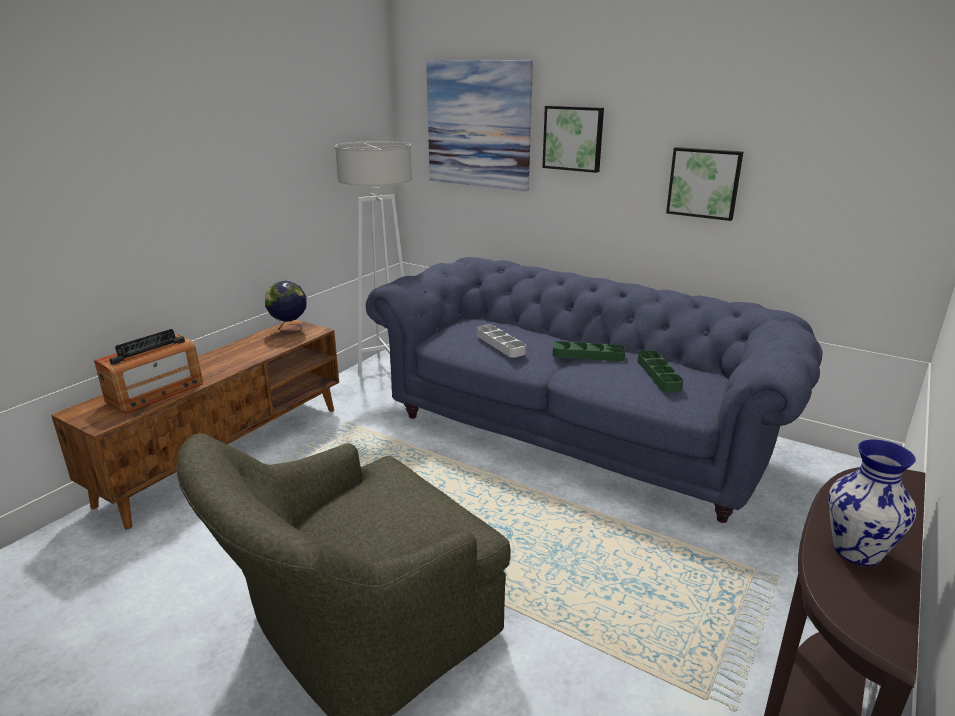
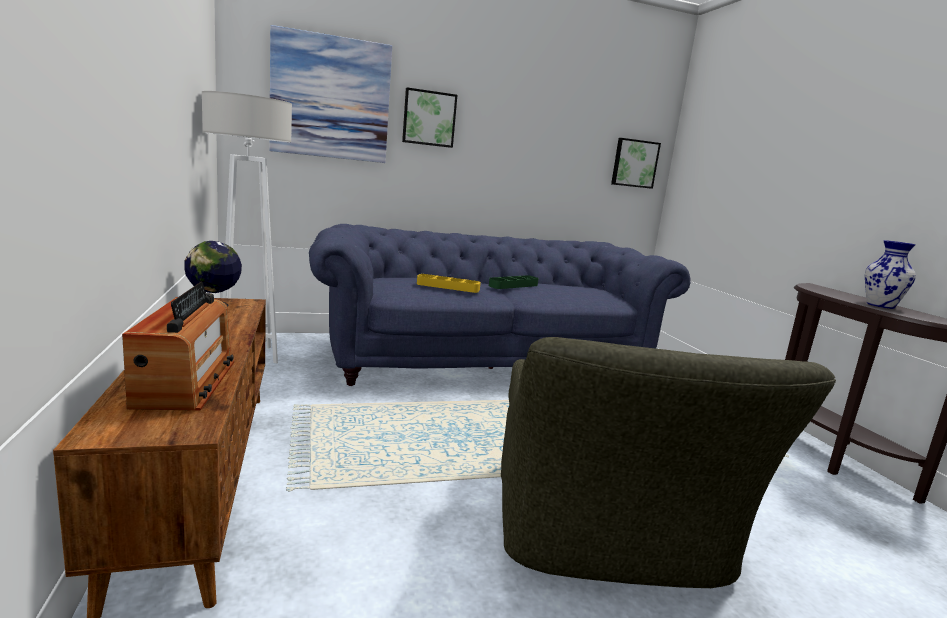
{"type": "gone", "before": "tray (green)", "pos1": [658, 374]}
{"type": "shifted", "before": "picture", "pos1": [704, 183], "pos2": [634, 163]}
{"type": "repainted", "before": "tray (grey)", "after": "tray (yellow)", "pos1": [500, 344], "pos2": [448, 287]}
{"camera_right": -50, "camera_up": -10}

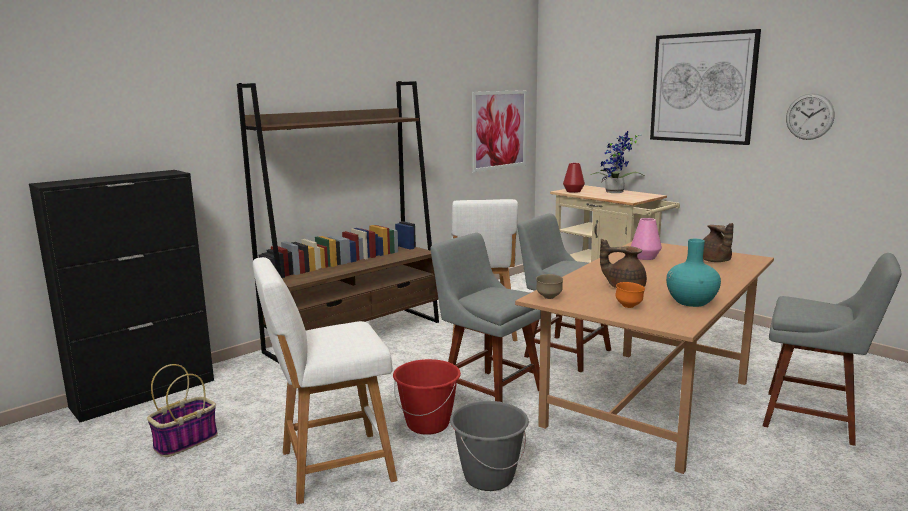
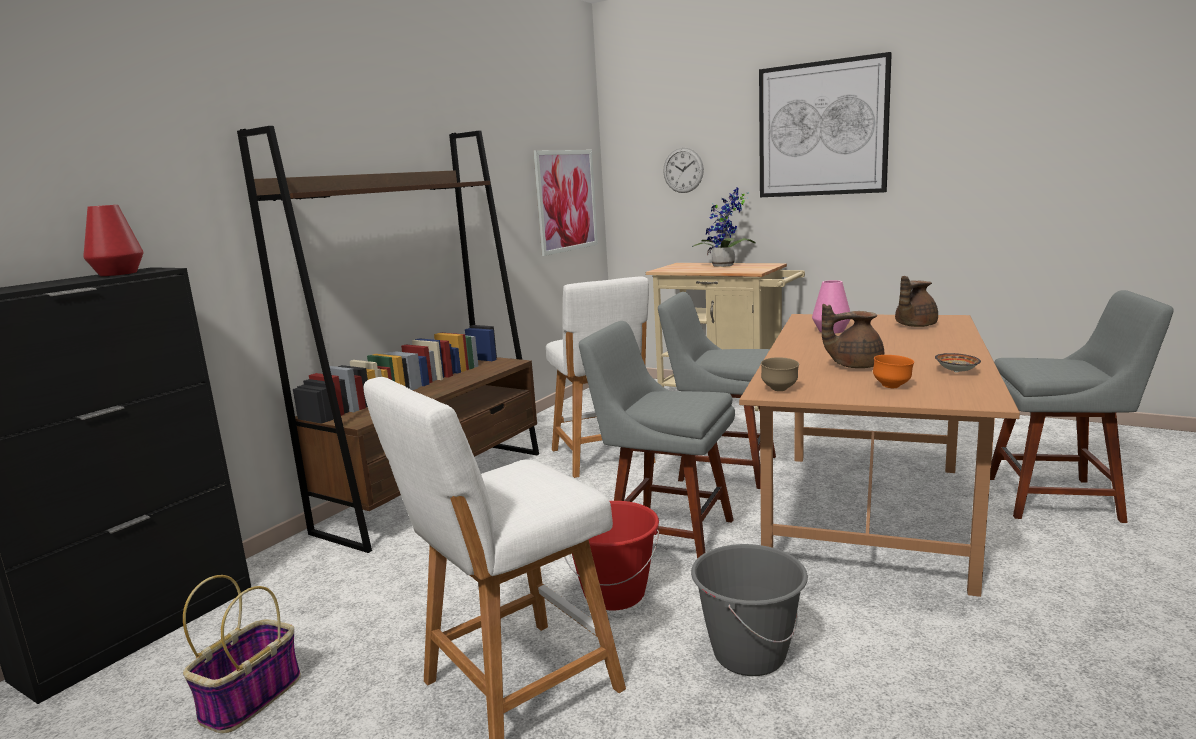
{"type": "shifted", "before": "vase (red)", "pos1": [573, 191], "pos2": [118, 274]}
{"type": "shifted", "before": "wall clock", "pos1": [809, 116], "pos2": [683, 170]}
{"type": "swapped", "before": "vase (turquoise)", "after": "bowl", "pos1": [691, 302], "pos2": [956, 372]}
{"type": "rotated", "before": "teapot (brown)", "pos1": [714, 261], "pos2": [914, 325], "turn": 75}
{"camera_right": -15, "camera_up": 0}

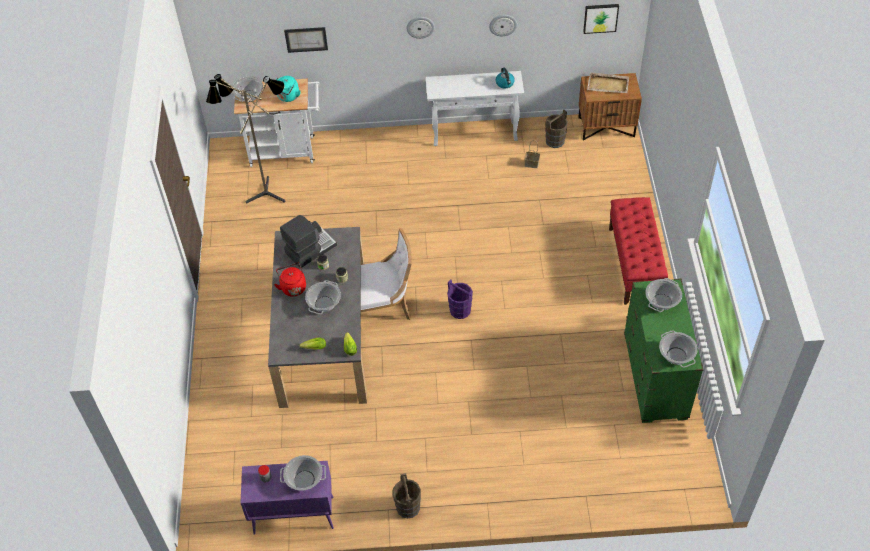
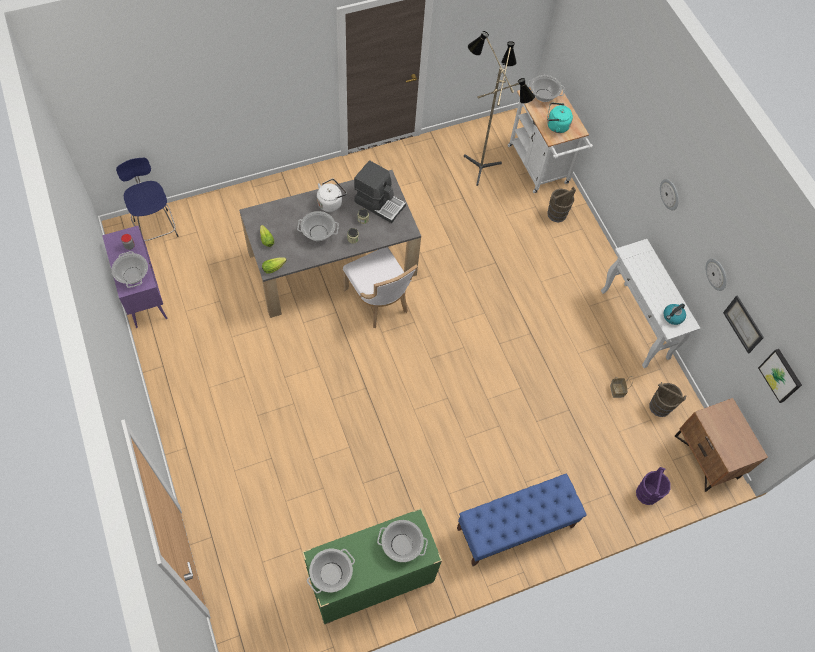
{"type": "gone", "before": "tray (beige)", "pos1": [608, 84]}
{"type": "new", "after": "stool (blue)", "pos2": [155, 227]}
{"type": "shifted", "before": "picture", "pos1": [306, 39], "pos2": [743, 324]}
{"type": "shifted", "before": "bucket (brown)", "pos1": [408, 507], "pos2": [556, 214]}
{"type": "shifted", "before": "bucket (purple)", "pos1": [460, 310], "pos2": [647, 494]}
{"type": "repainted", "before": "kettle (red)", "after": "kettle (white)", "pos1": [293, 287], "pos2": [331, 202]}
{"type": "repainted", "before": "bench (red)", "after": "bench (blue)", "pos1": [634, 264], "pos2": [514, 527]}
{"camera_right": 65, "camera_up": 10}

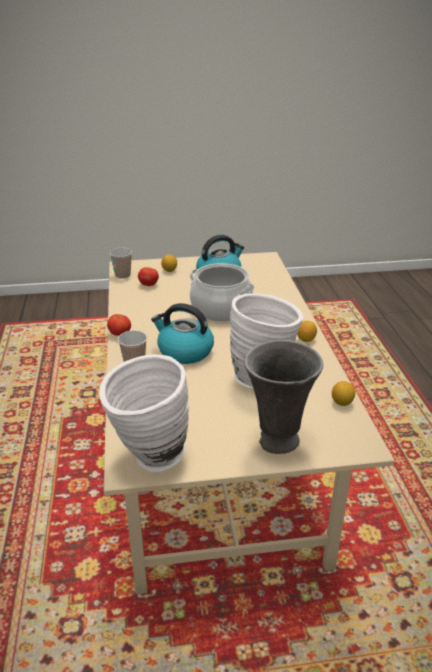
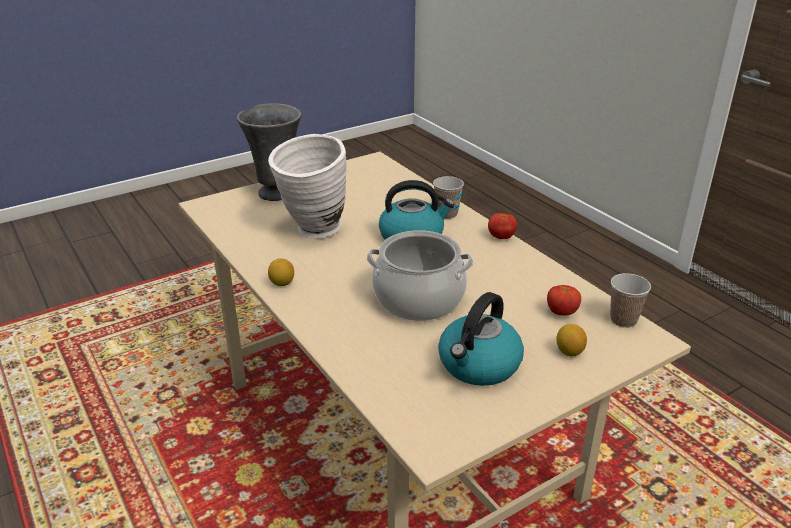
{"type": "gone", "before": "vase (white)", "pos1": [148, 459]}
{"type": "gone", "before": "lemon", "pos1": [342, 402]}
{"camera_right": 155, "camera_up": 0}

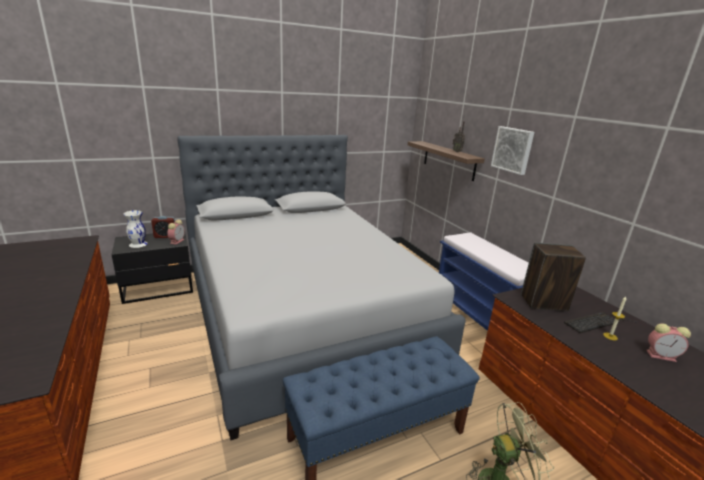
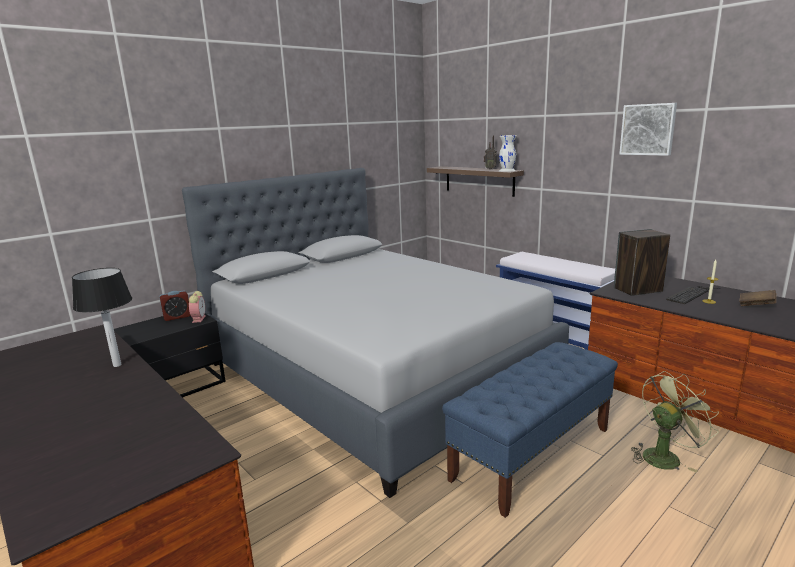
{"type": "new", "after": "table lamp", "pos2": [116, 365]}
{"type": "shifted", "before": "vase (white)", "pos1": [138, 244], "pos2": [507, 170]}
{"type": "shifted", "before": "picture", "pos1": [513, 150], "pos2": [648, 129]}
{"type": "swapped", "before": "alarm clock", "after": "book (brown)", "pos1": [662, 356], "pos2": [756, 305]}
{"camera_right": -15, "camera_up": -5}

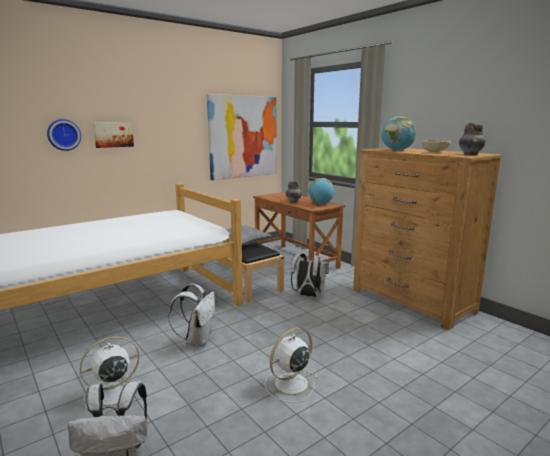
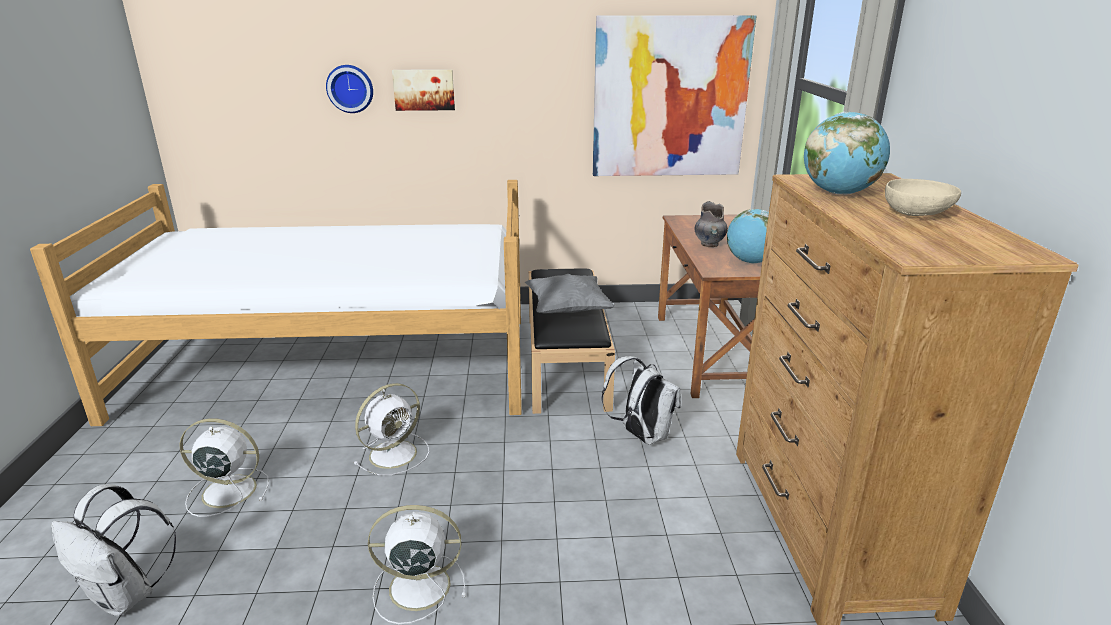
{"type": "gone", "before": "vase (grey)", "pos1": [470, 155]}
{"type": "swapped", "before": "backpack (white)", "after": "fan (white)", "pos1": [197, 340], "pos2": [395, 453]}
{"camera_right": 35, "camera_up": 10}

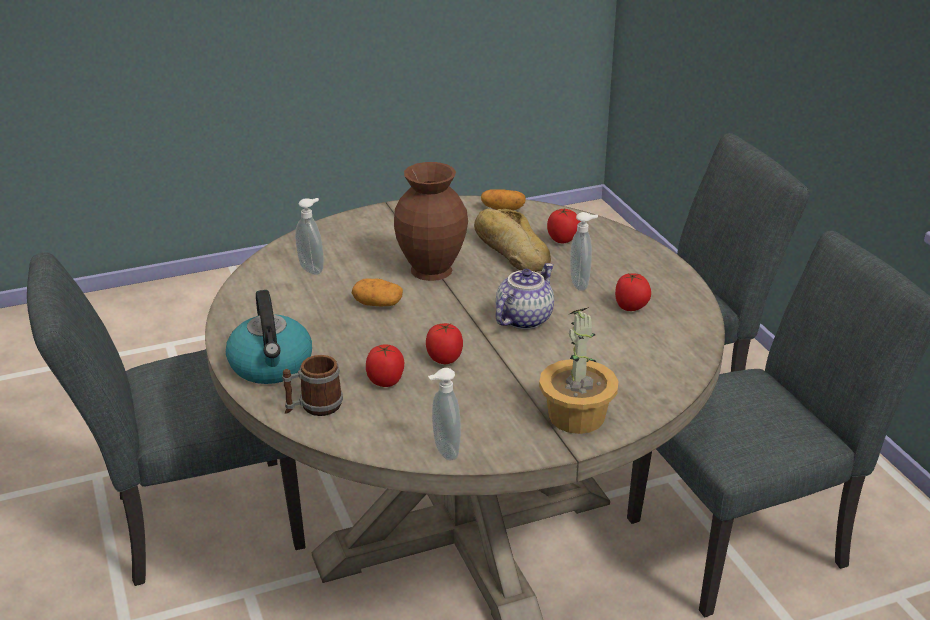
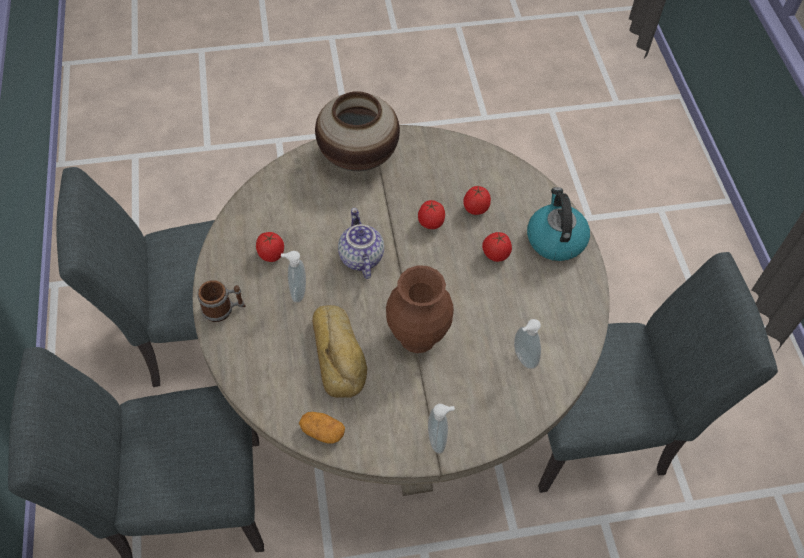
{"type": "gone", "before": "potato", "pos1": [377, 304]}
{"type": "shifted", "before": "mug", "pos1": [313, 407], "pos2": [223, 309]}
{"type": "shifted", "before": "soap dispenser", "pos1": [444, 451], "pos2": [438, 439]}
{"type": "shifted", "before": "tomato", "pos1": [563, 240], "pos2": [495, 255]}
{"type": "swapped", "before": "potted plant", "after": "vase", "pos1": [577, 417], "pos2": [358, 157]}
{"type": "rotated", "before": "teapot", "pos1": [523, 318], "pos2": [360, 257], "turn": 120}
{"camera_right": -170, "camera_up": 25}

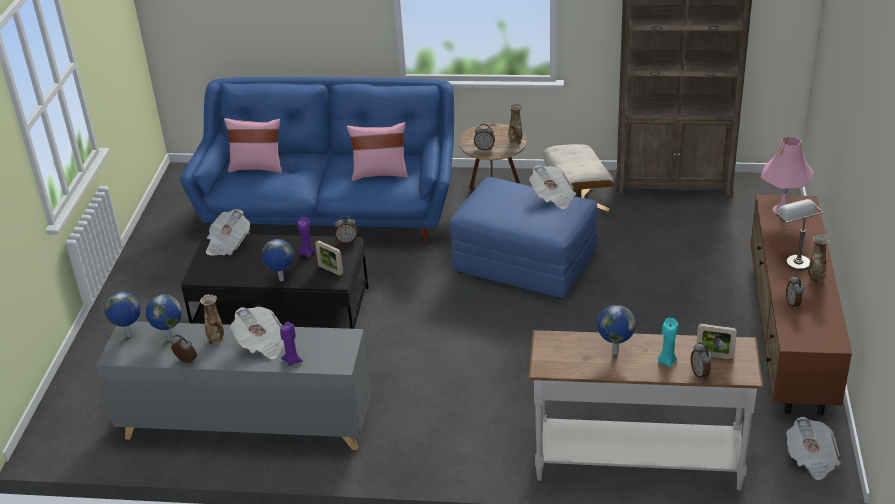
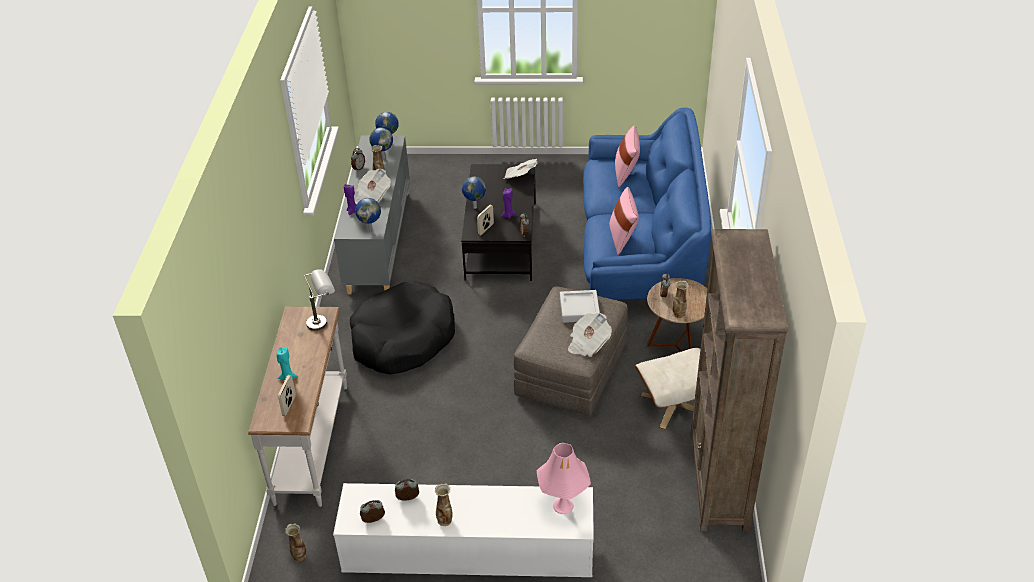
{"type": "new", "after": "dog bed (black)", "pos2": [403, 339]}
{"type": "new", "after": "tray (grey)", "pos2": [579, 309]}
{"type": "shifted", "before": "globe", "pos1": [614, 352], "pos2": [371, 230]}
{"type": "shifted", "before": "alarm clock", "pos1": [700, 373], "pos2": [373, 521]}
{"type": "shifted", "before": "table lamp (grey)", "pos1": [792, 260], "pos2": [323, 321]}
{"type": "swapped", "before": "newspaper", "after": "vase", "pos1": [811, 459], "pos2": [299, 556]}
{"type": "repainted", "before": "ottoman (blue)", "after": "ottoman (grey)", "pos1": [525, 263], "pos2": [571, 371]}
{"type": "repainted", "before": "tv stand (brown)", "after": "tv stand (white)", "pos1": [789, 332], "pos2": [468, 558]}
{"camera_right": 85, "camera_up": 5}

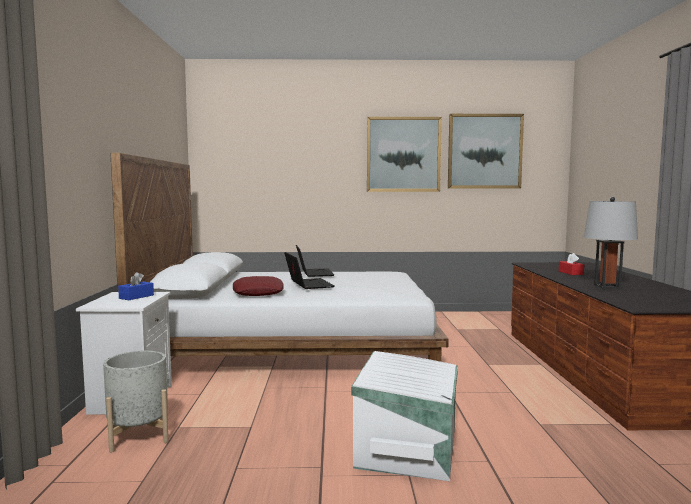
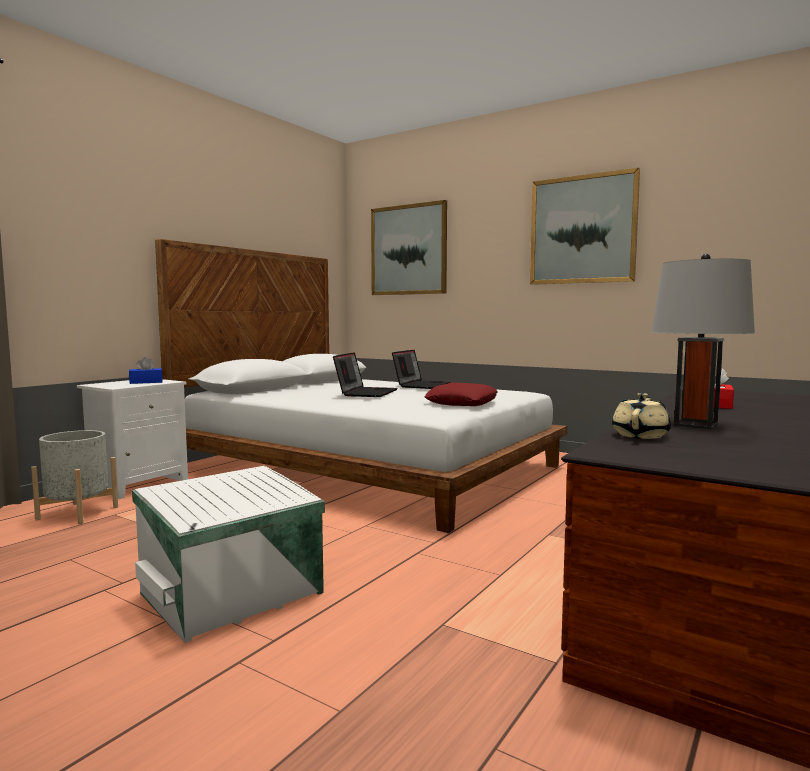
{"type": "new", "after": "teapot (beige)", "pos2": [640, 435]}
{"type": "shifted", "before": "pillow (red)", "pos1": [258, 292], "pos2": [462, 403]}
{"type": "shifted", "before": "picture", "pos1": [484, 151], "pos2": [408, 250]}
{"camera_right": 35, "camera_up": 0}

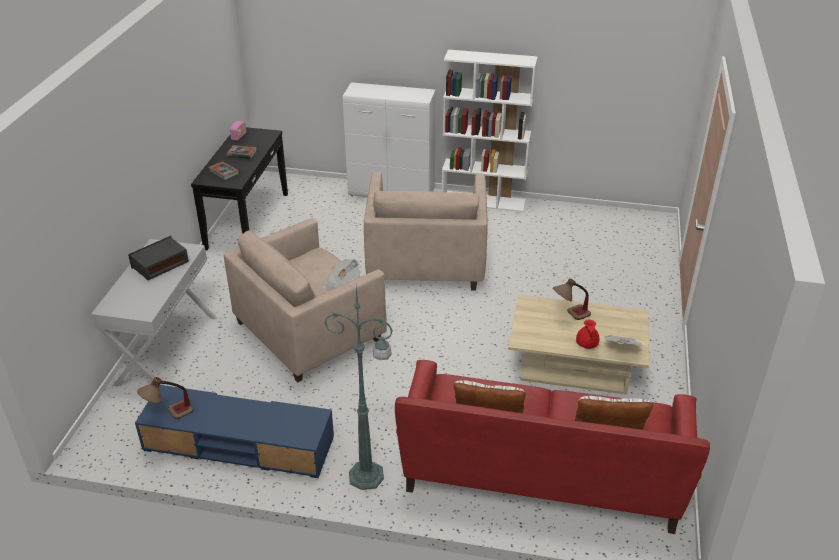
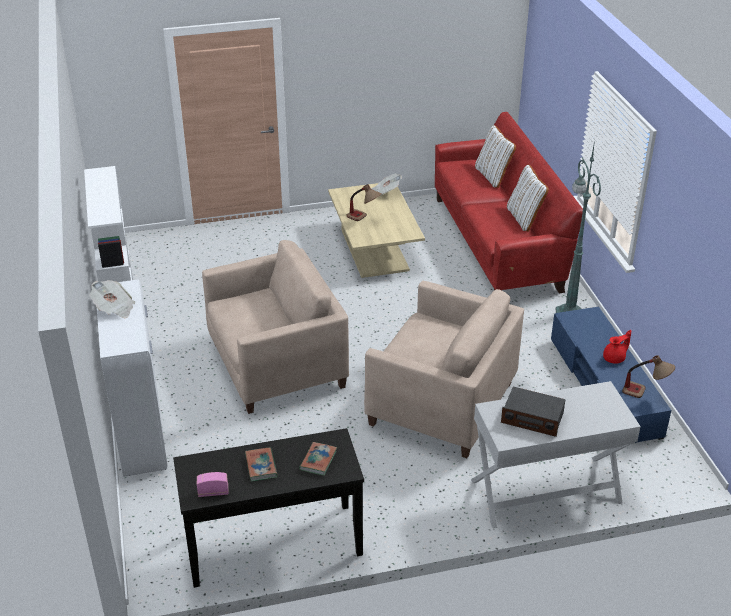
{"type": "shifted", "before": "newspaper", "pos1": [341, 284], "pos2": [114, 308]}
{"type": "shifted", "before": "teapot (red)", "pos1": [587, 344], "pos2": [615, 358]}
{"camera_right": -115, "camera_up": 0}

